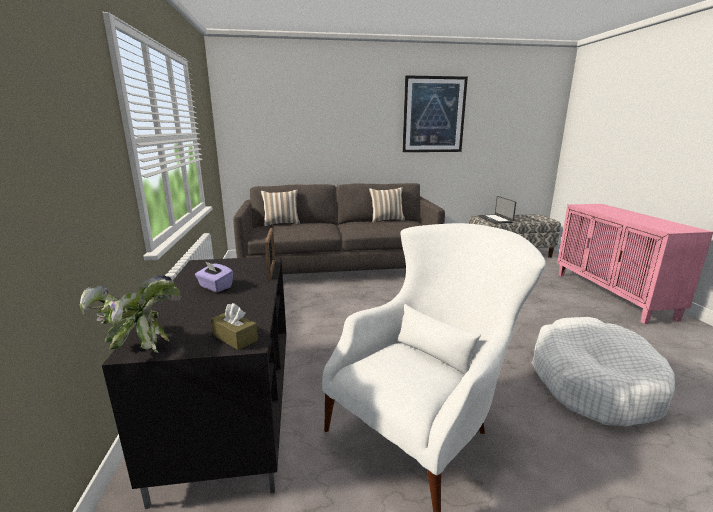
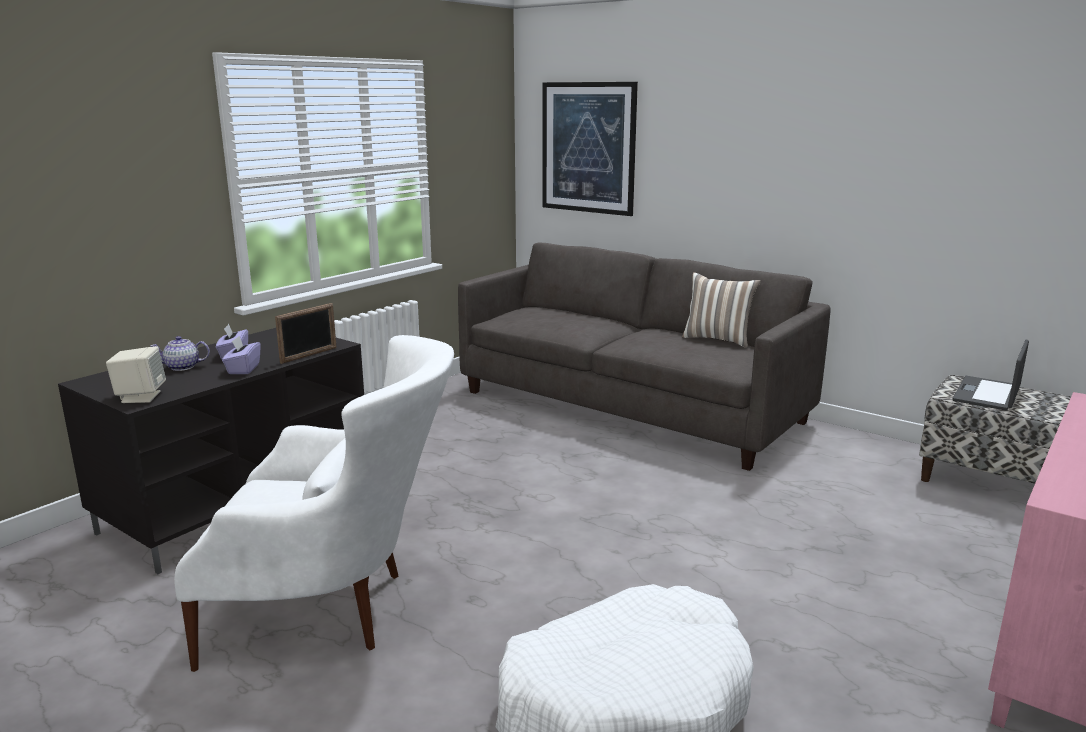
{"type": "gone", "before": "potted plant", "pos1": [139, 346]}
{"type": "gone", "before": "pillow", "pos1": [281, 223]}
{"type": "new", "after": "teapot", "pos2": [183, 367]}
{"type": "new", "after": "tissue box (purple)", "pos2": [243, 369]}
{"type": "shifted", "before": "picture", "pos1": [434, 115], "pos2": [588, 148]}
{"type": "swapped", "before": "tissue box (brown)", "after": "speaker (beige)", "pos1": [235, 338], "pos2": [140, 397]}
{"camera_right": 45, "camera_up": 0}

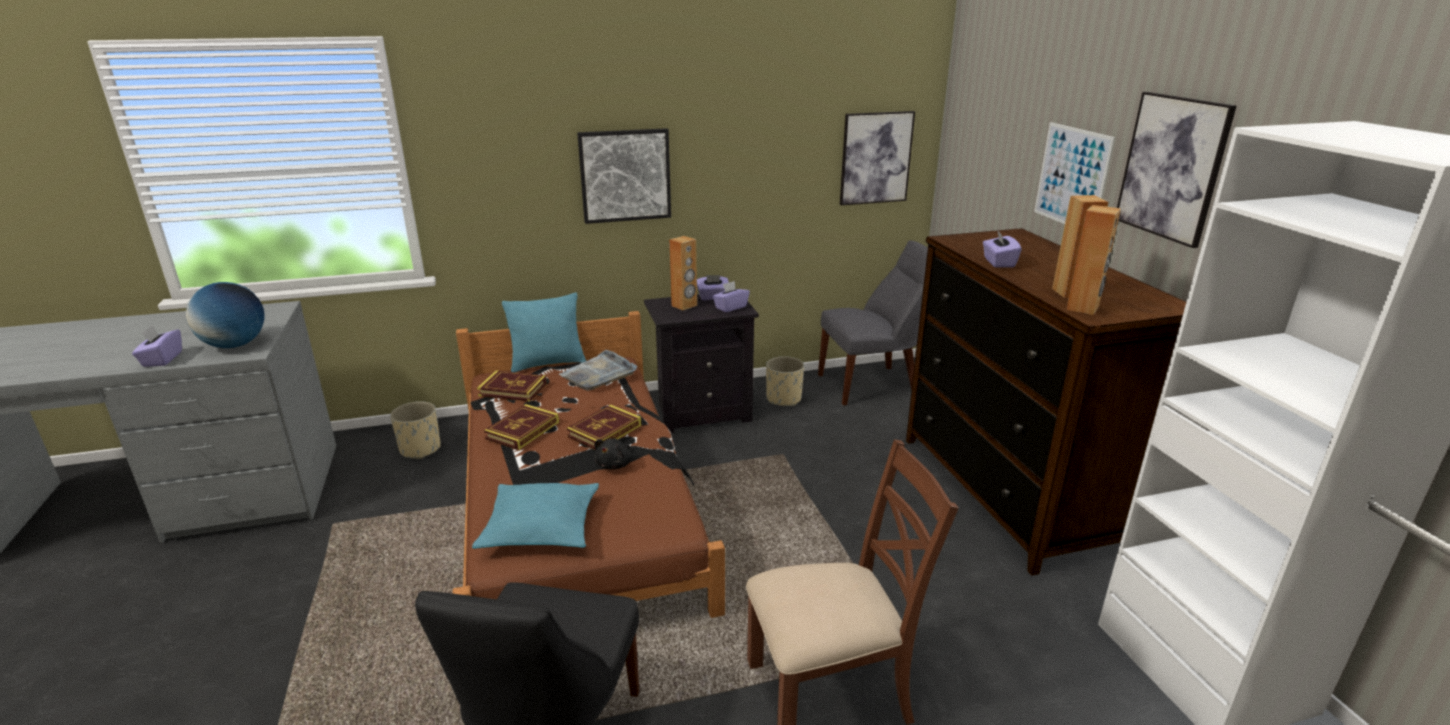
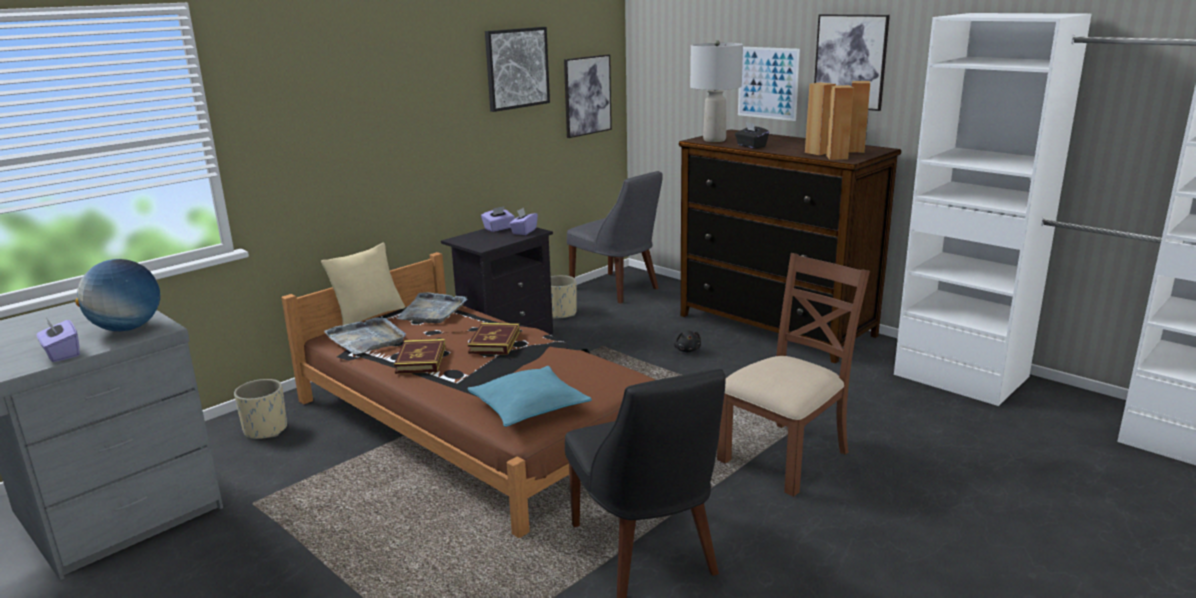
{"type": "new", "after": "table lamp (grey)", "pos2": [714, 140]}
{"type": "shifted", "before": "picture", "pos1": [625, 175], "pos2": [516, 68]}
{"type": "shifted", "before": "plush toy (black)", "pos1": [615, 464], "pos2": [687, 350]}
{"type": "shifted", "before": "speaker (brown)", "pos1": [684, 306], "pos2": [855, 150]}
{"type": "swapped", "before": "book", "after": "tray (grey)", "pos1": [513, 389], "pos2": [367, 338]}
{"type": "repainted", "before": "pillow (turquoise)", "after": "pillow (beige)", "pos1": [548, 363], "pos2": [369, 316]}
{"type": "repainted", "before": "tissue box (purple)", "after": "tissue box (black)", "pos1": [998, 262], "pos2": [751, 146]}
{"type": "rotated", "before": "chair (grey)", "pos1": [871, 384], "pos2": [617, 289], "turn": 90}
{"camera_right": -30, "camera_up": -5}

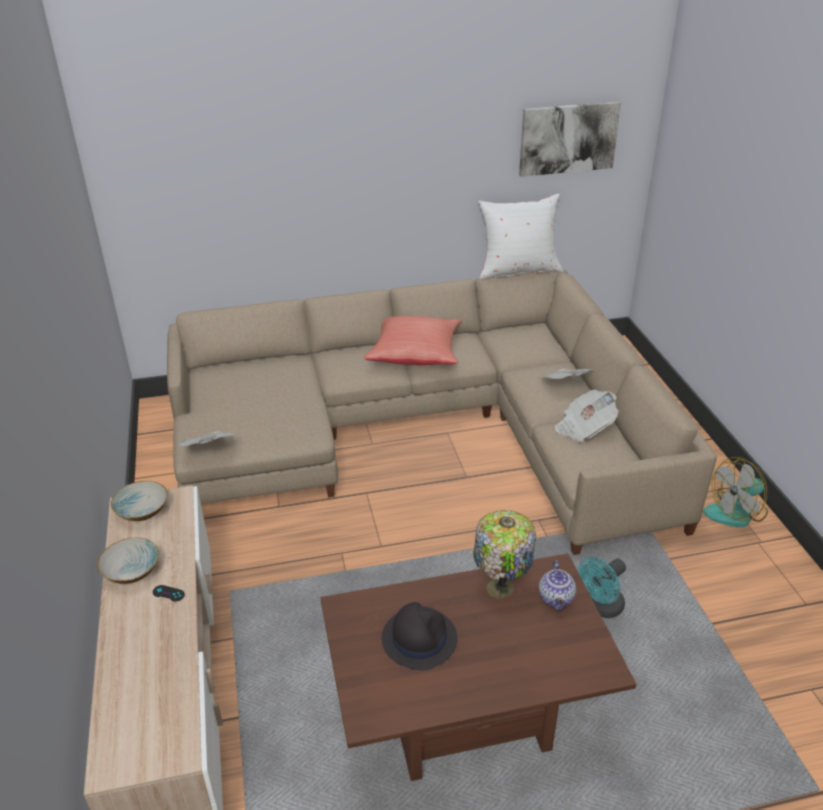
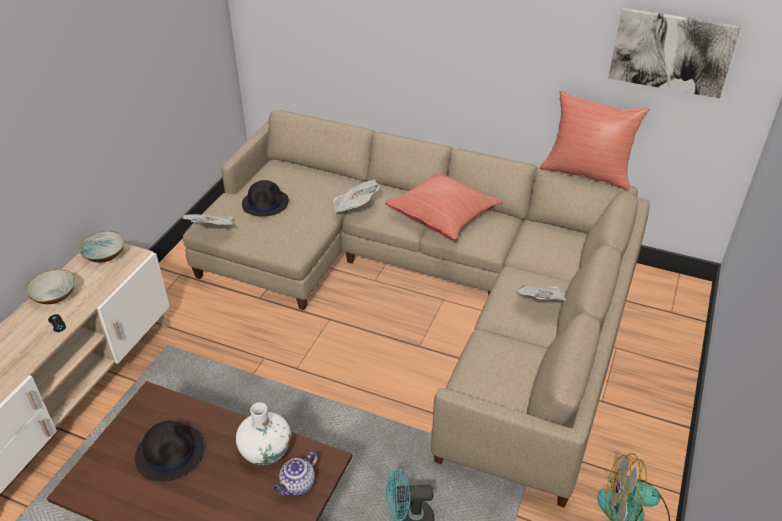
{"type": "new", "after": "hat (black)", "pos2": [265, 203]}
{"type": "shifted", "before": "newspaper", "pos1": [584, 428], "pos2": [354, 207]}
{"type": "swapped", "before": "table lamp", "after": "vase (white)", "pos1": [500, 590], "pos2": [266, 451]}
{"type": "repainted", "before": "pillow (white)", "after": "pillow (red)", "pos1": [518, 270], "pos2": [586, 173]}
{"camera_right": 35, "camera_up": 5}

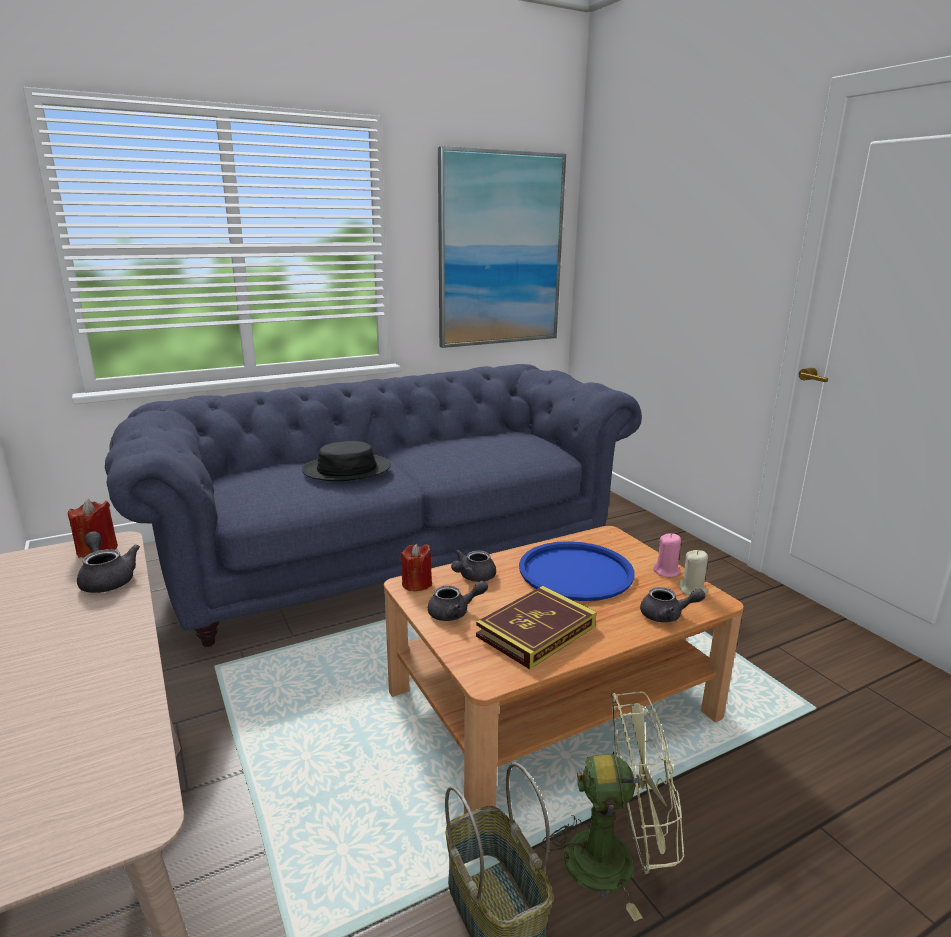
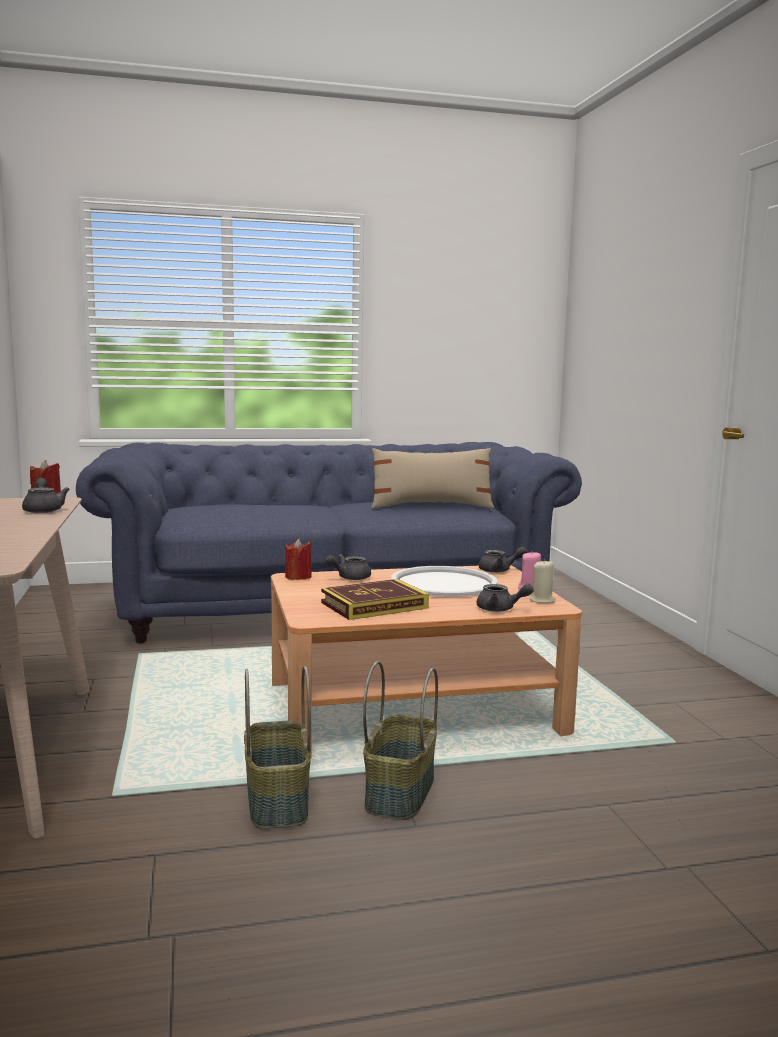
{"type": "gone", "before": "hat (black)", "pos1": [347, 469]}
{"type": "gone", "before": "picture", "pos1": [500, 250]}
{"type": "new", "after": "pillow (beige)", "pos2": [431, 506]}
{"type": "shifted", "before": "teapot (grey)", "pos1": [454, 613], "pos2": [499, 570]}
{"type": "swapped", "before": "fan (green)", "after": "basket", "pos1": [615, 859], "pos2": [398, 792]}
{"type": "repainted", "before": "tray (blue)", "after": "tray (white)", "pos1": [575, 572], "pos2": [443, 583]}
{"camera_right": 15, "camera_up": -10}

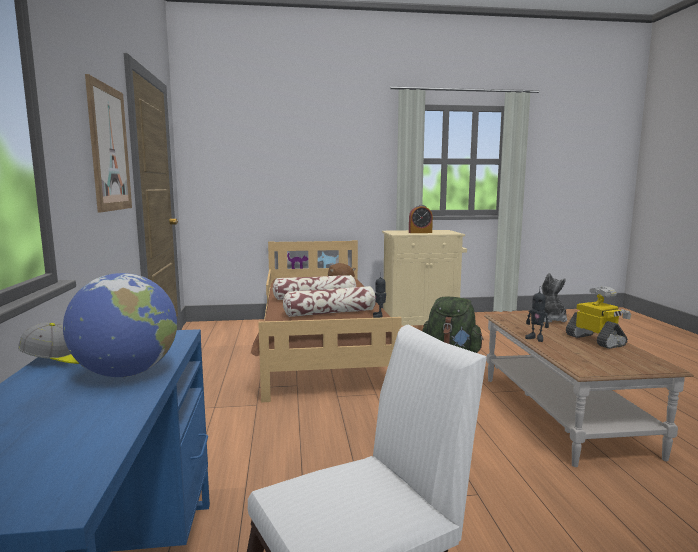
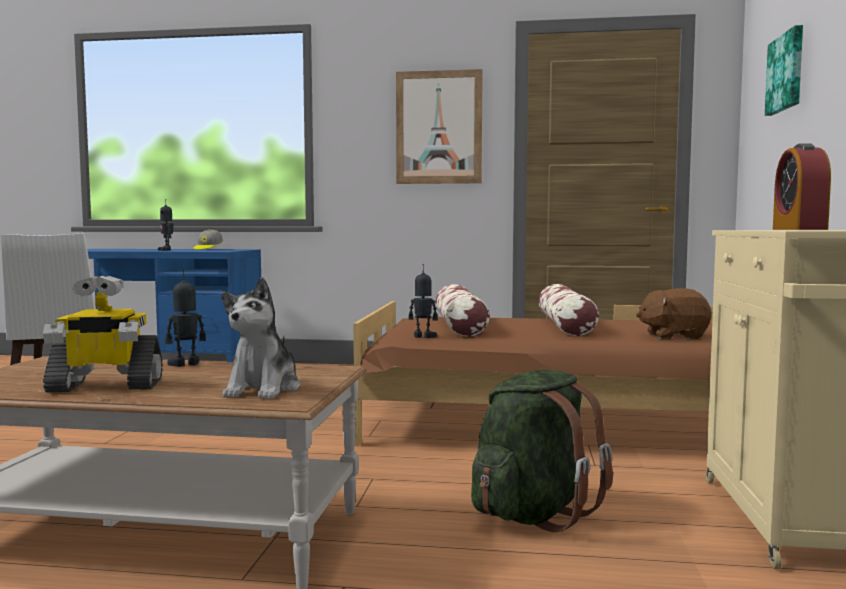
{"type": "new", "after": "picture", "pos2": [787, 72]}
{"type": "swapped", "before": "globe", "after": "toy robot", "pos1": [126, 373], "pos2": [166, 250]}
{"type": "rotated", "before": "plush toy", "pos1": [550, 319], "pos2": [264, 389], "turn": 90}
{"camera_right": 105, "camera_up": -5}

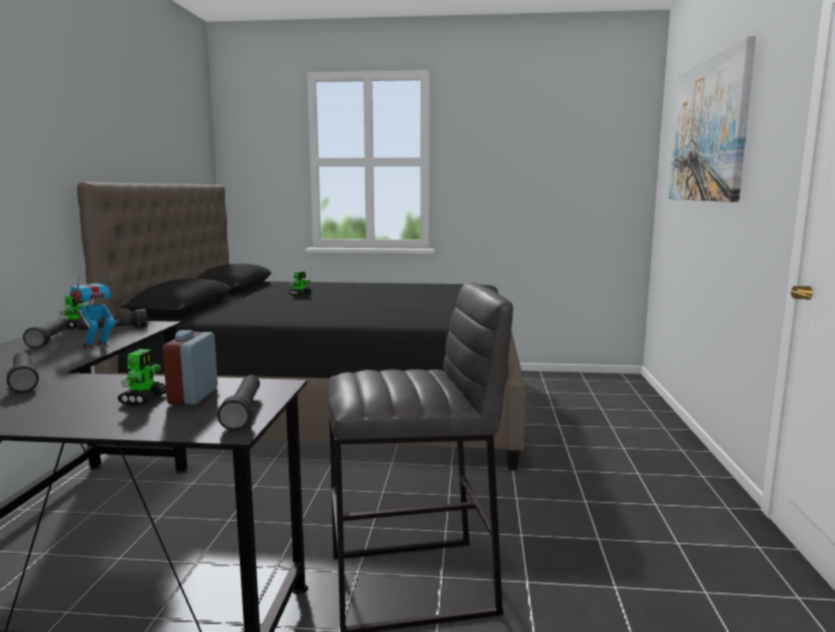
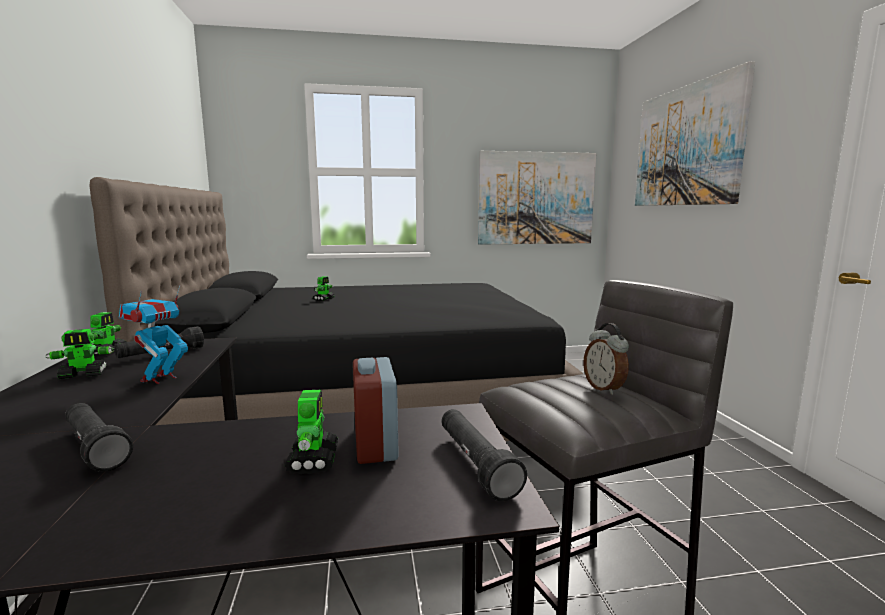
{"type": "new", "after": "picture", "pos2": [536, 198]}
{"type": "new", "after": "alarm clock", "pos2": [604, 388]}
{"type": "swapped", "before": "flashlight (black)", "after": "toy robot", "pos1": [50, 340], "pos2": [84, 375]}
{"camera_right": -15, "camera_up": 0}

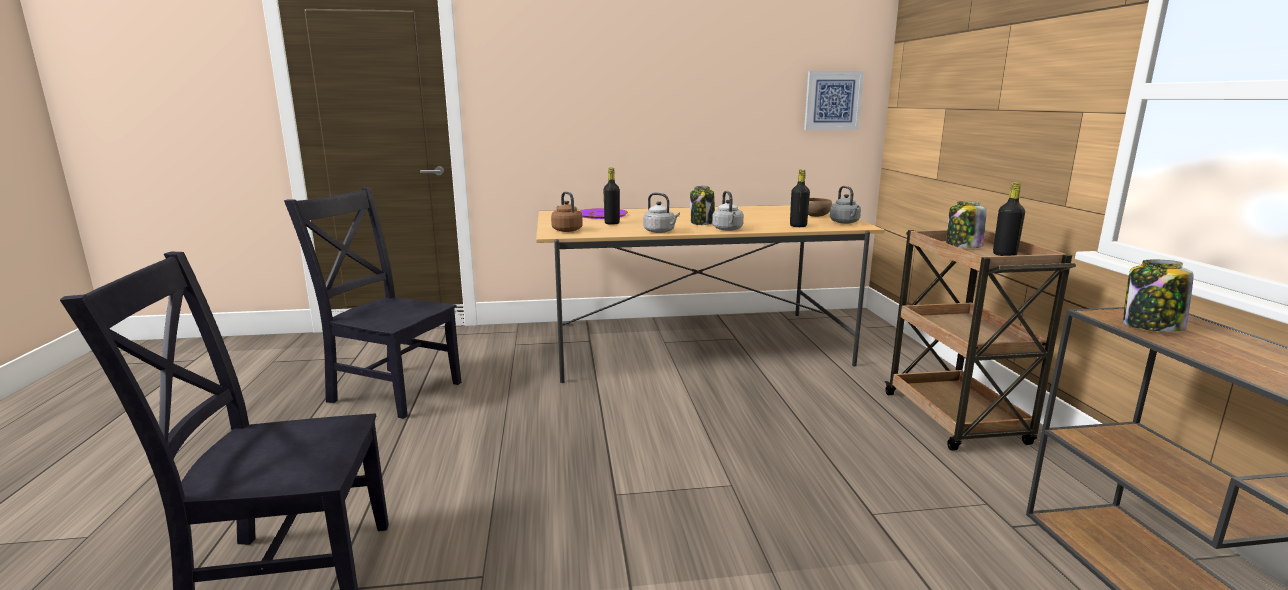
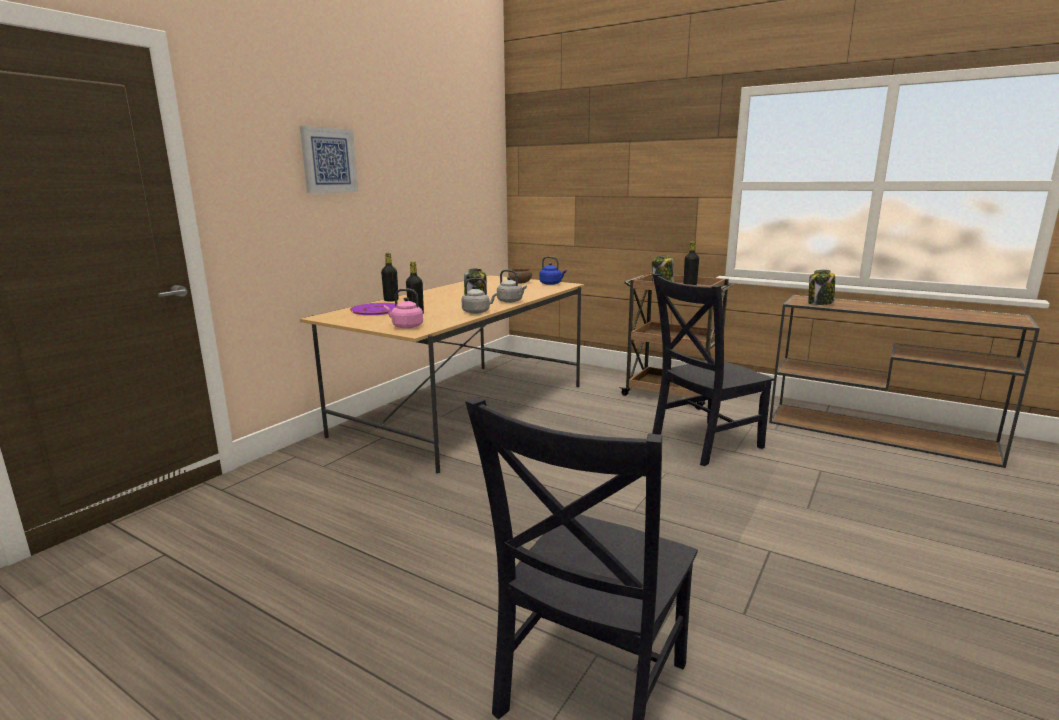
{"type": "shifted", "before": "chair (black)", "pos1": [392, 390], "pos2": [702, 443]}
{"type": "shifted", "before": "bottle (black)", "pos1": [798, 226], "pos2": [391, 300]}
{"type": "shifted", "before": "picture", "pos1": [832, 100], "pos2": [329, 160]}
{"type": "repainted", "before": "kettle (brown)", "after": "kettle (pink)", "pos1": [566, 230], "pos2": [406, 326]}
{"type": "repainted", "before": "kettle (grey)", "after": "kettle (blue)", "pos1": [845, 222], "pos2": [551, 284]}
{"camera_right": -50, "camera_up": 0}

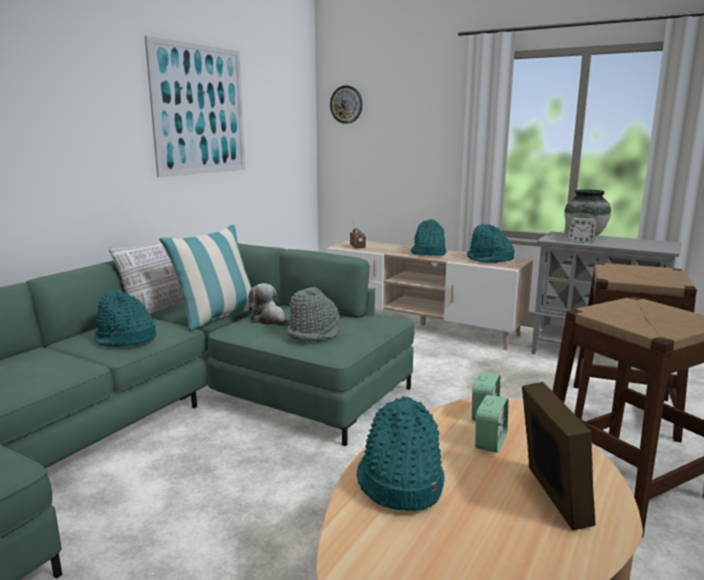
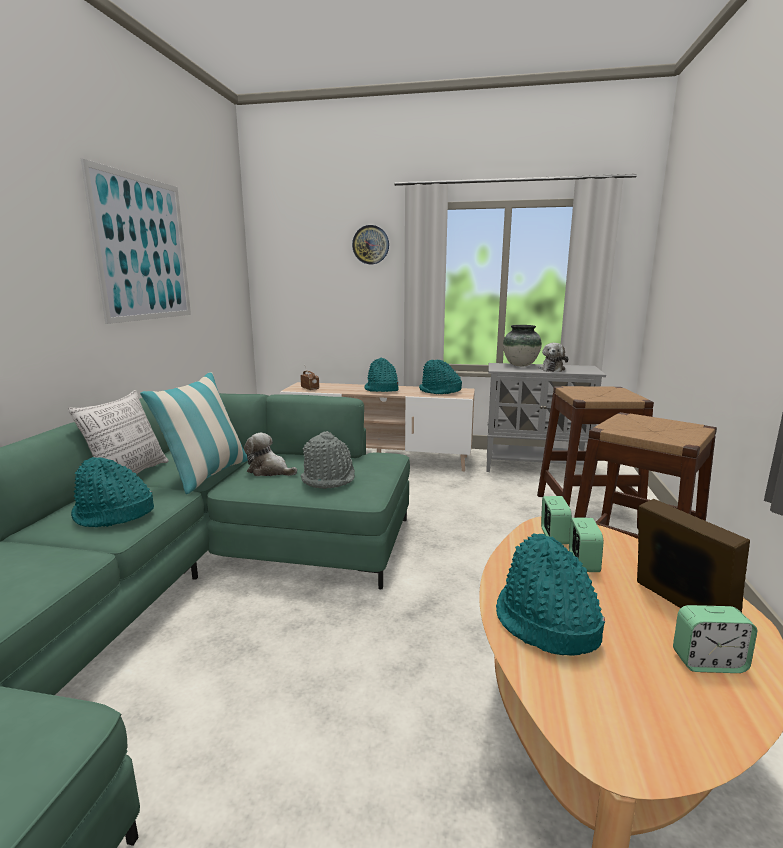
{"type": "new", "after": "plush toy", "pos2": [552, 369]}
{"type": "shifted", "before": "wall clock", "pos1": [346, 104], "pos2": [370, 245]}
{"type": "shifted", "before": "alarm clock", "pos1": [580, 241], "pos2": [708, 662]}
{"camera_right": -20, "camera_up": 0}

